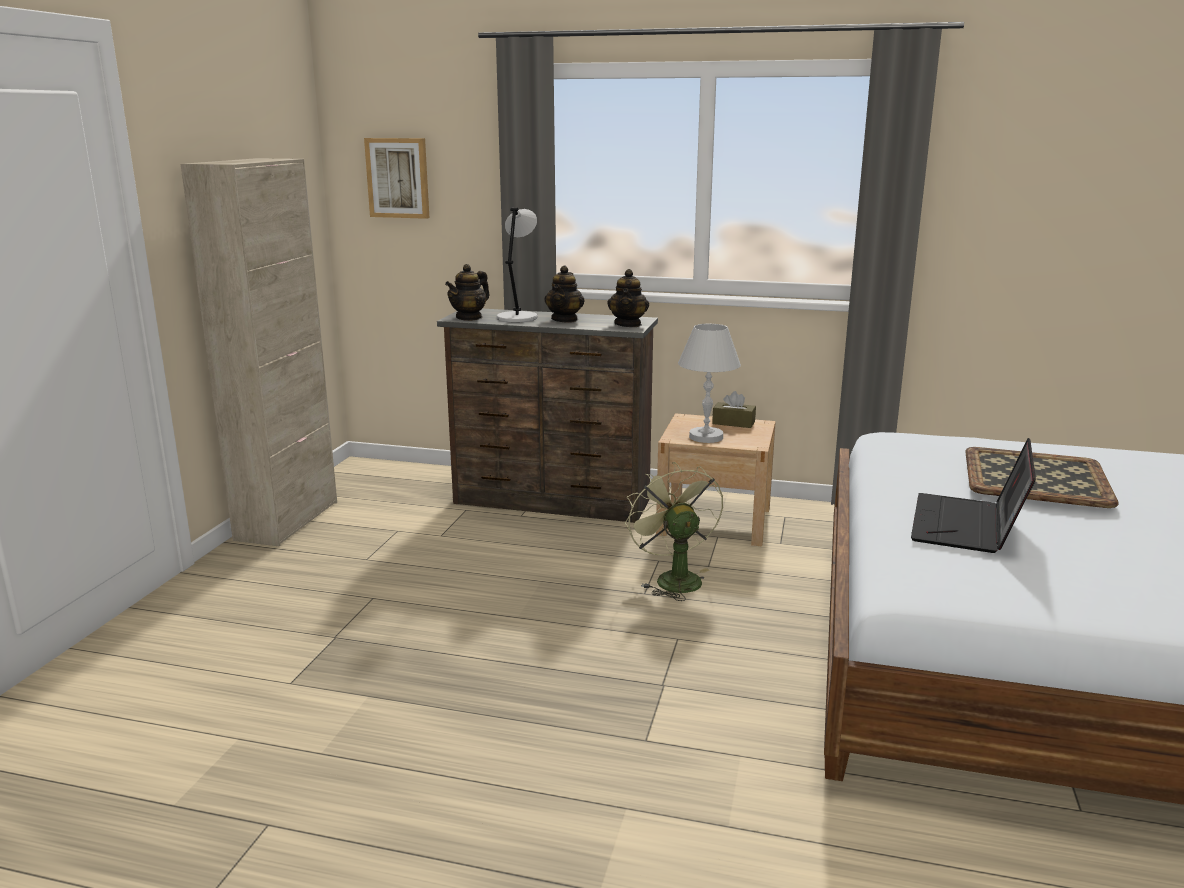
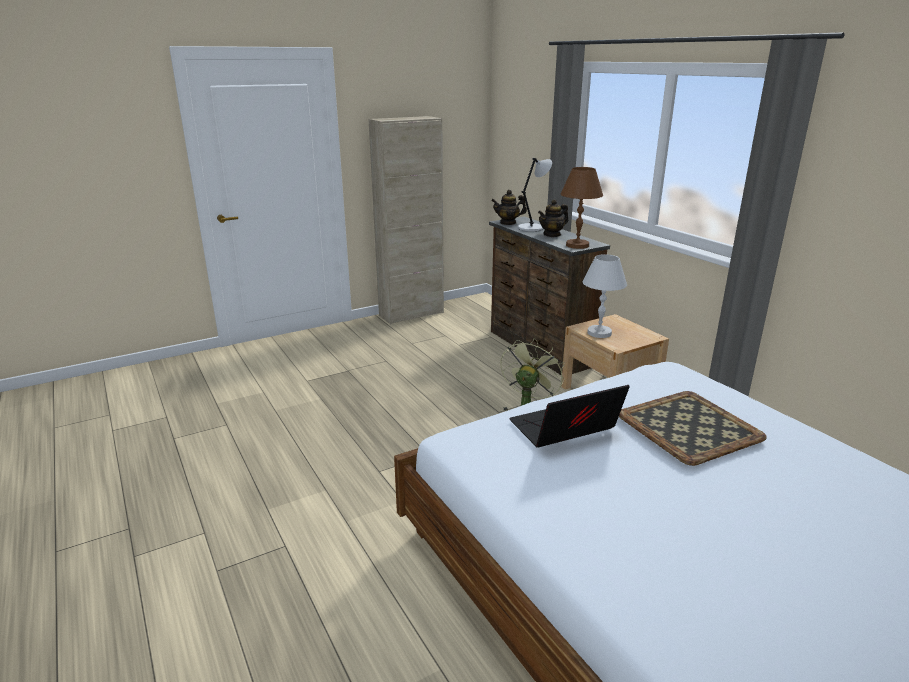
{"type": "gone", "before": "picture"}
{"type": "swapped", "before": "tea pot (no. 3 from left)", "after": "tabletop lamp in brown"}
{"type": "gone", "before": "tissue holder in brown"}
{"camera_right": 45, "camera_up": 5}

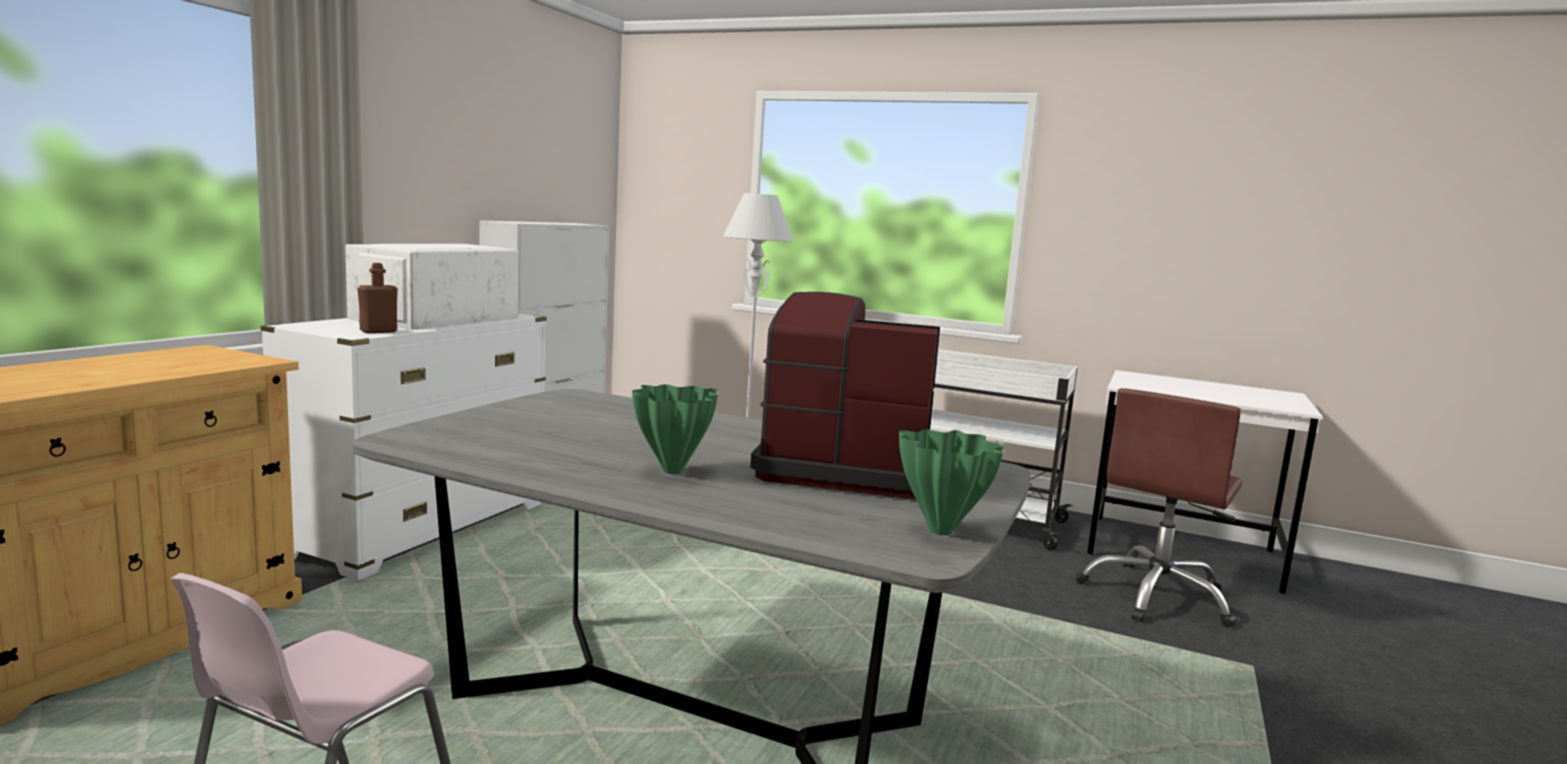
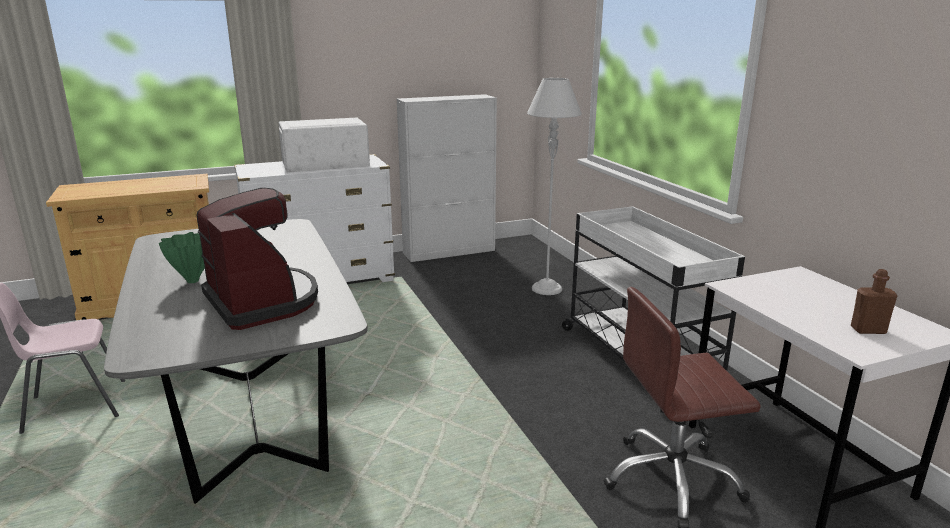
{"type": "shifted", "before": "bottle in brown"}
{"type": "gone", "before": "flower vase in green (no. 2 from left)"}
{"camera_right": 45, "camera_up": 10}

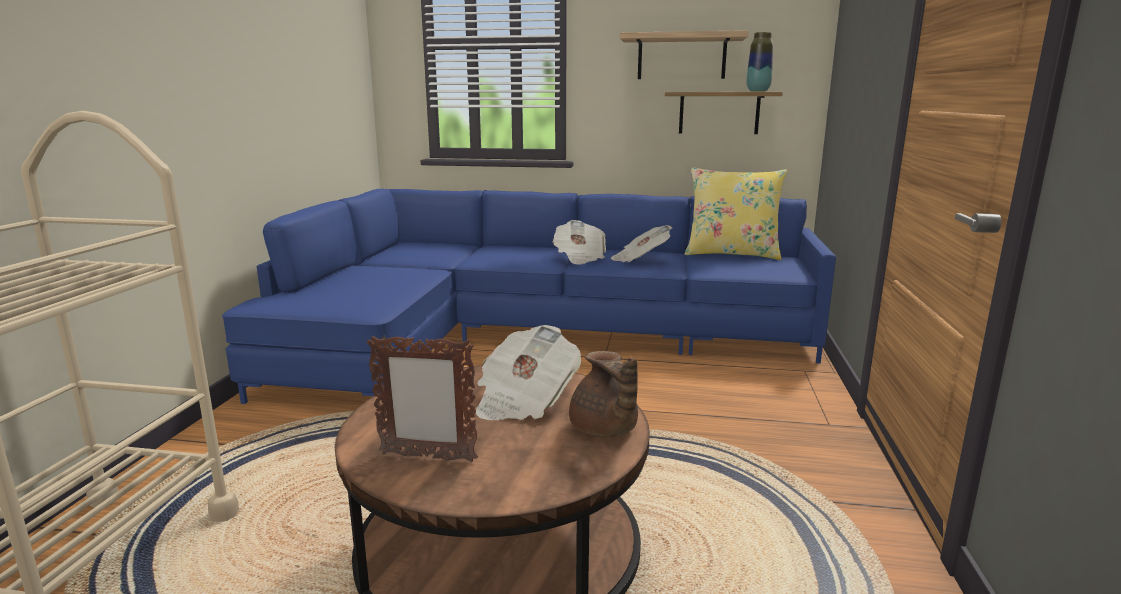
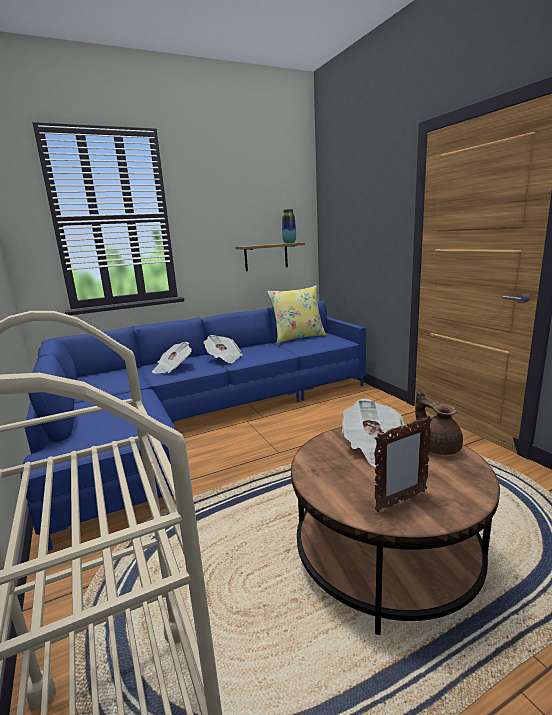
{"type": "gone", "before": "shelf (no. 1 from left)"}
{"type": "shifted", "before": "printed paper (no. 3 from left in the first image)", "after": "printed paper (no. 1 from left)"}
{"type": "rotated", "before": "tea pot in brown", "turn": -150}
{"camera_right": -35, "camera_up": 0}

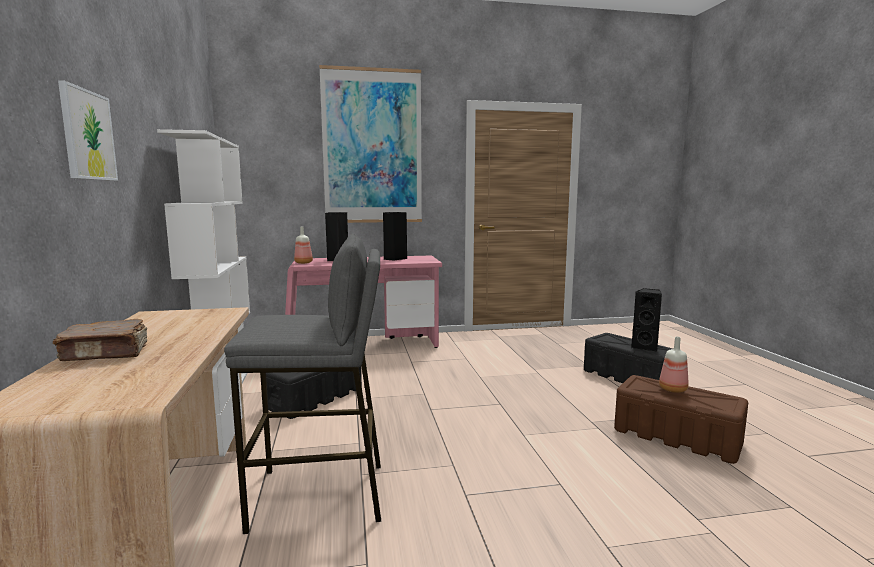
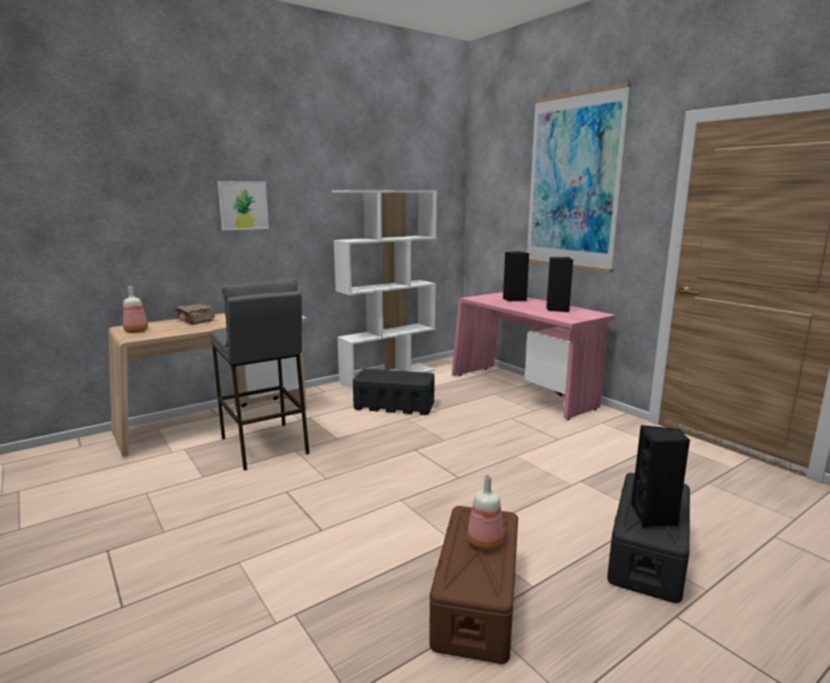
{"type": "shifted", "before": "bottle (no. 1 from left)"}
{"camera_right": 65, "camera_up": 5}

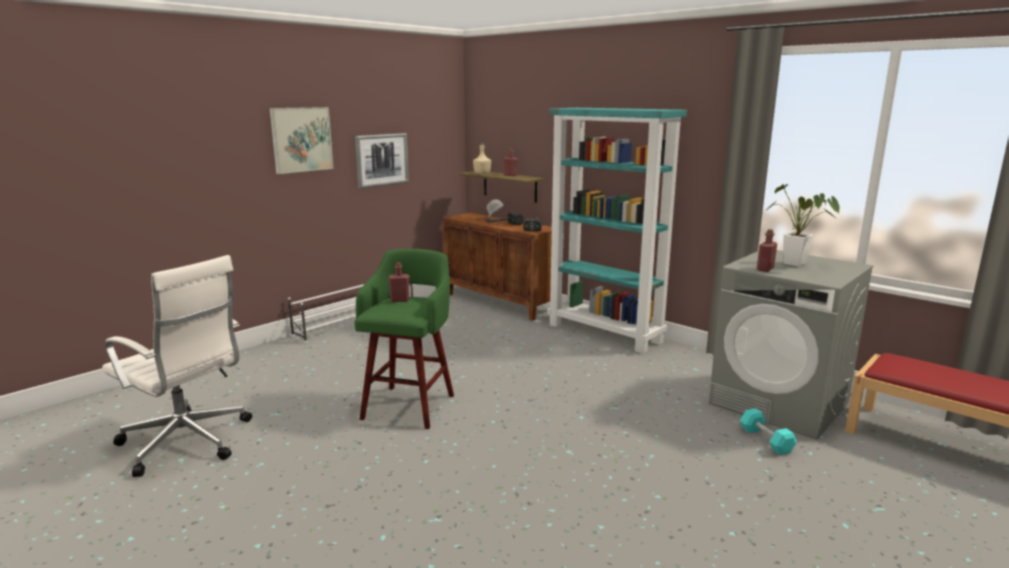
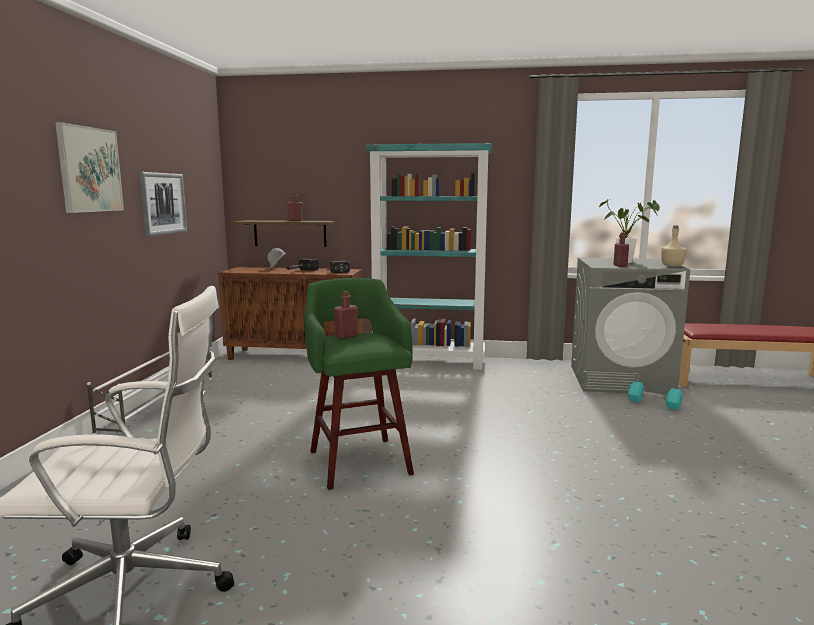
{"type": "shifted", "before": "bottle in beige"}
{"camera_right": -35, "camera_up": -5}

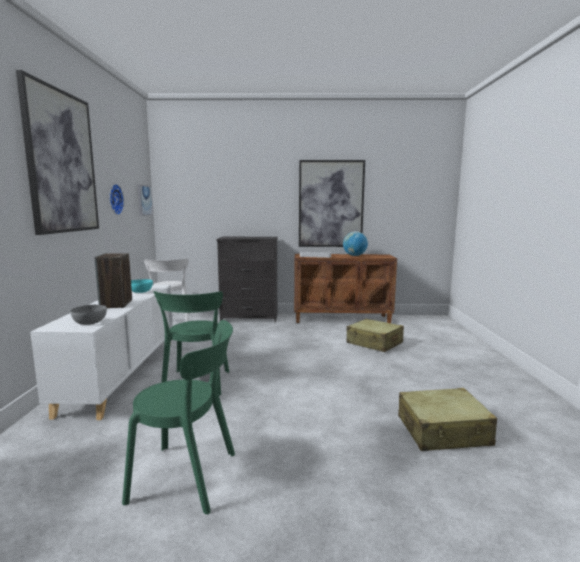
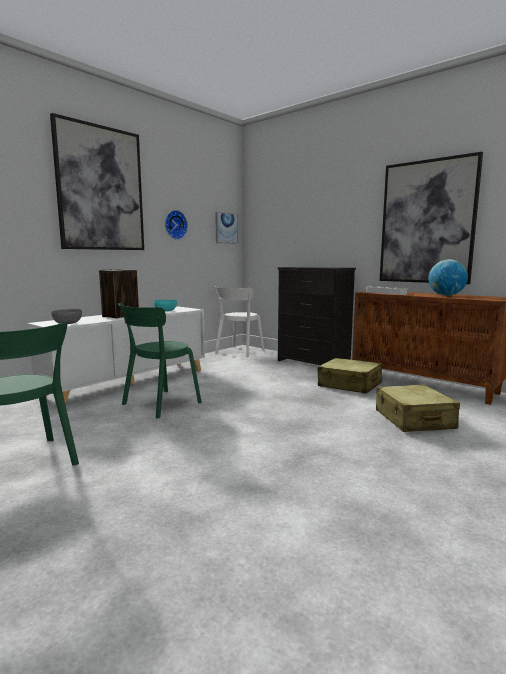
{"type": "shifted", "before": "piece of luggage in beige (no. 2 from left in the first image)", "after": "piece of luggage in beige (no. 1 from left)"}
{"camera_right": 40, "camera_up": 0}

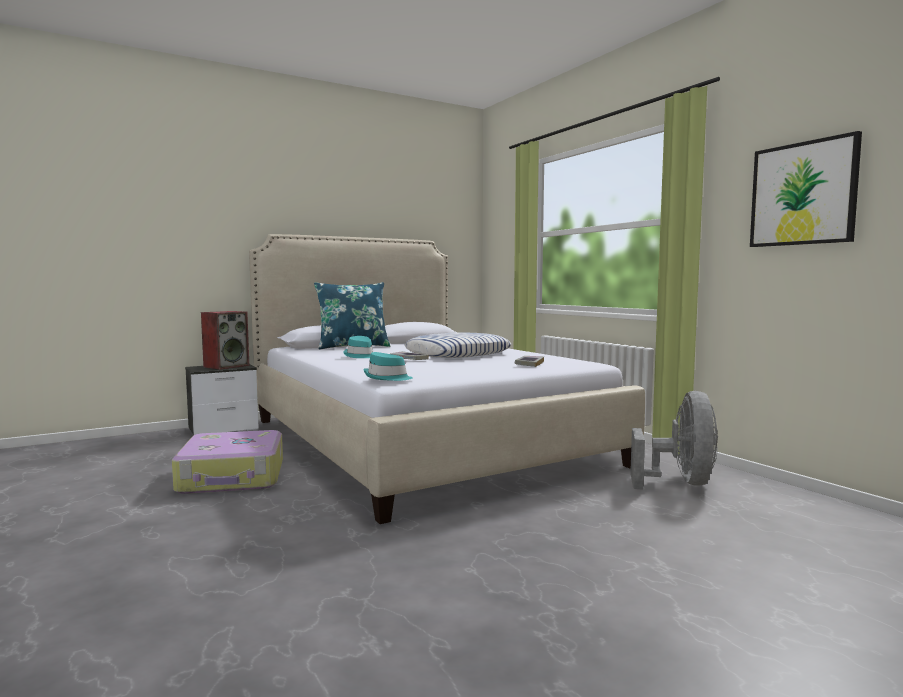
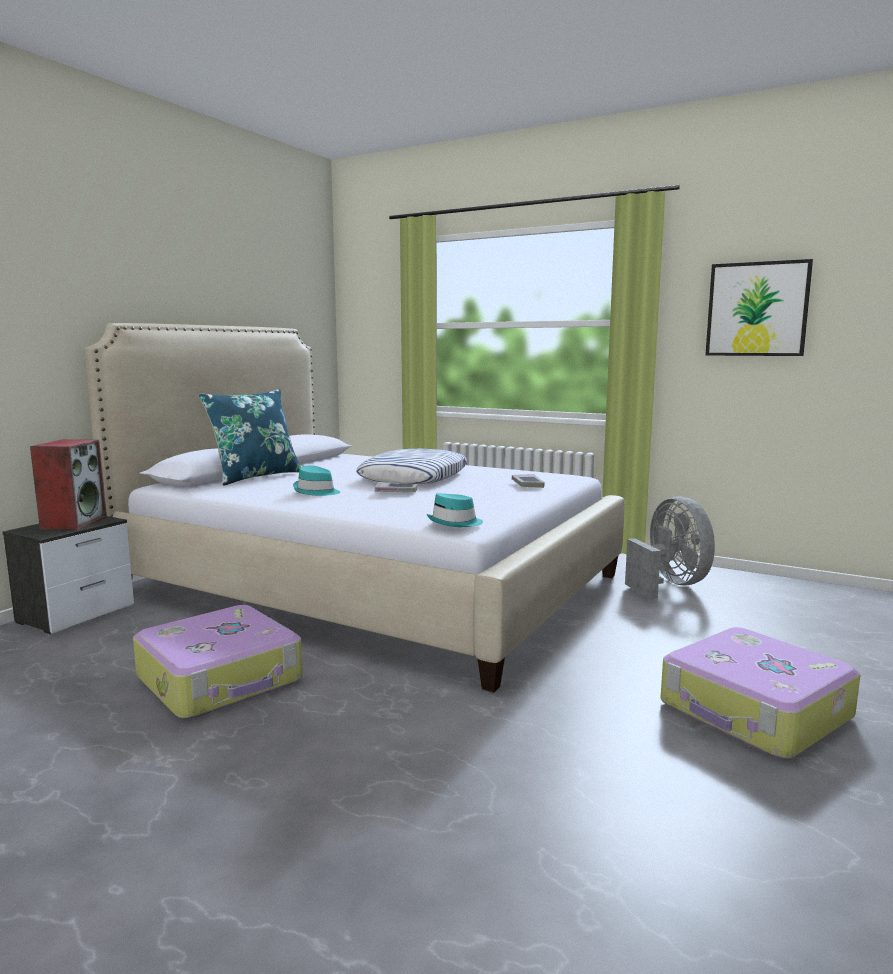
{"type": "new", "after": "piece of luggage (no. 2 from left)"}
{"camera_right": -30, "camera_up": 5}

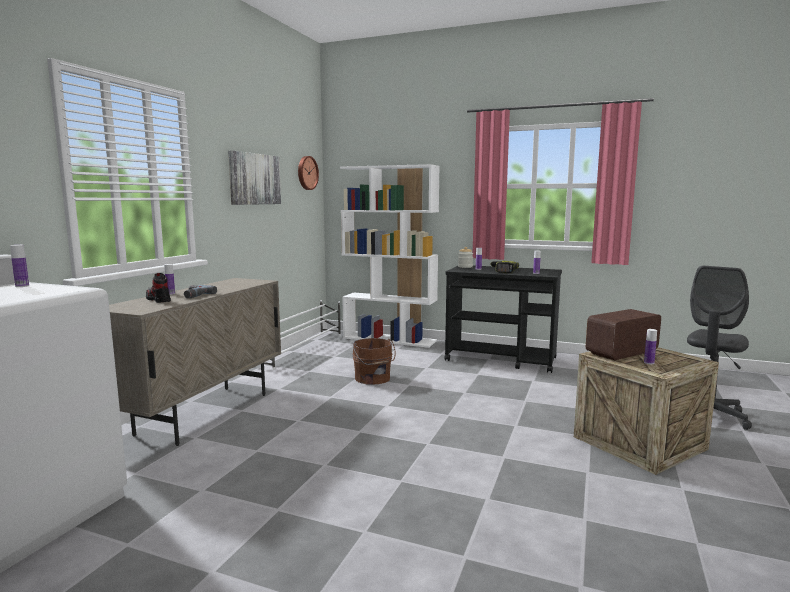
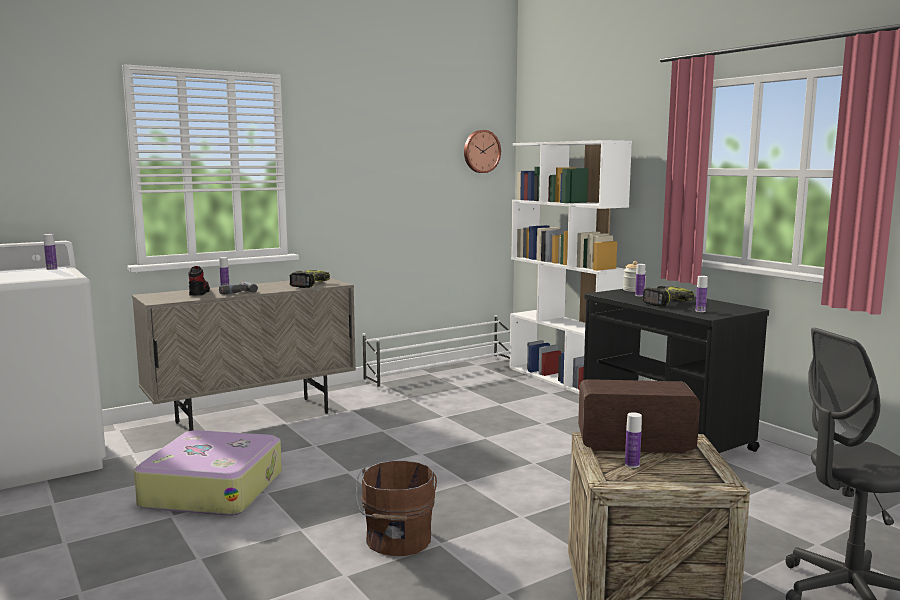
{"type": "gone", "before": "picture"}
{"type": "shifted", "before": "bucket in brown"}
{"type": "new", "after": "power drill (no. 2 from left)"}
{"type": "new", "after": "piece of luggage"}
{"camera_right": 35, "camera_up": 0}

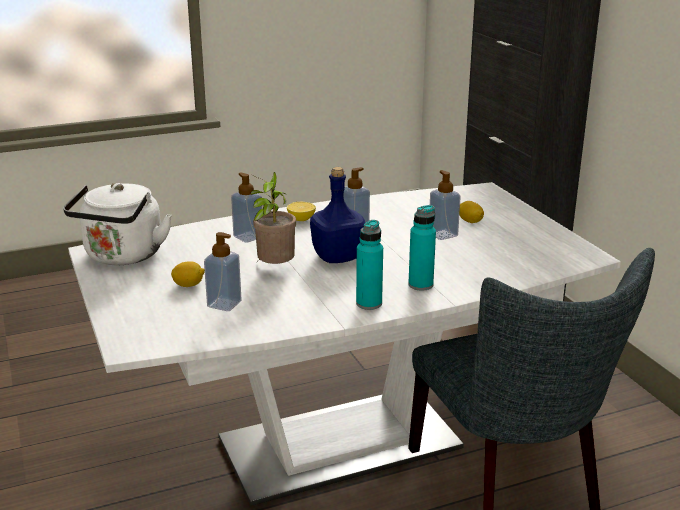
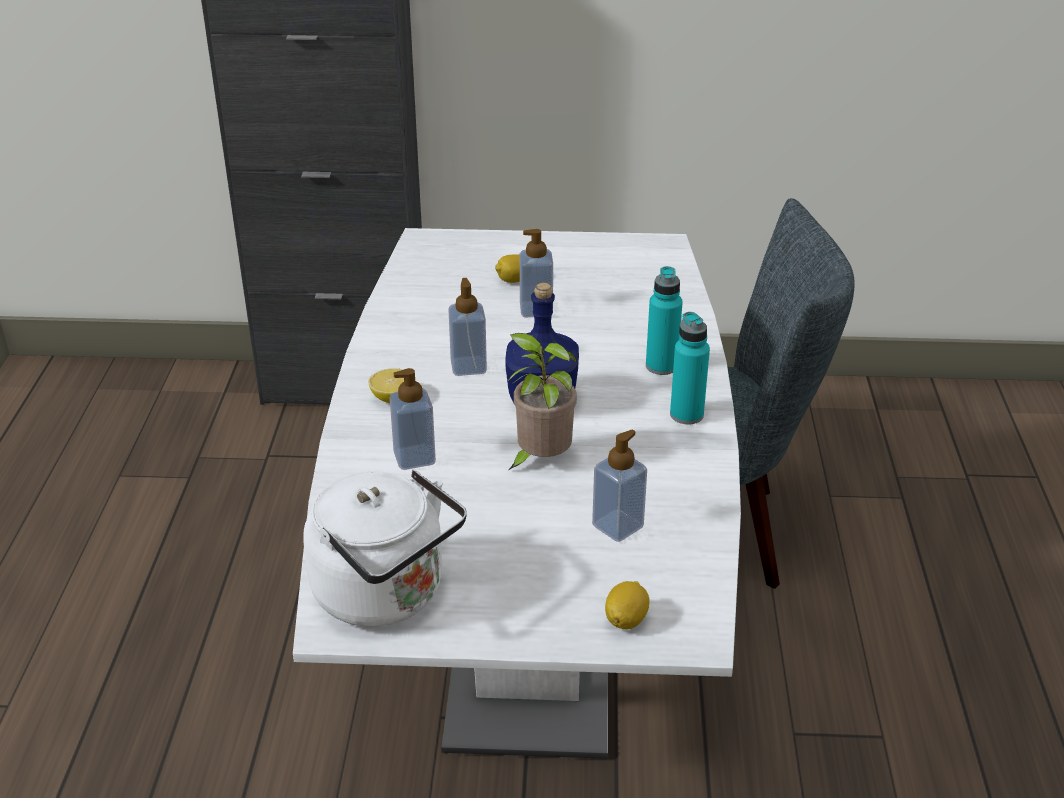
{"type": "shifted", "before": "lemon (no. 1 from left in the first image)", "after": "lemon (no. 3 from left)"}
{"camera_right": -65, "camera_up": 10}

